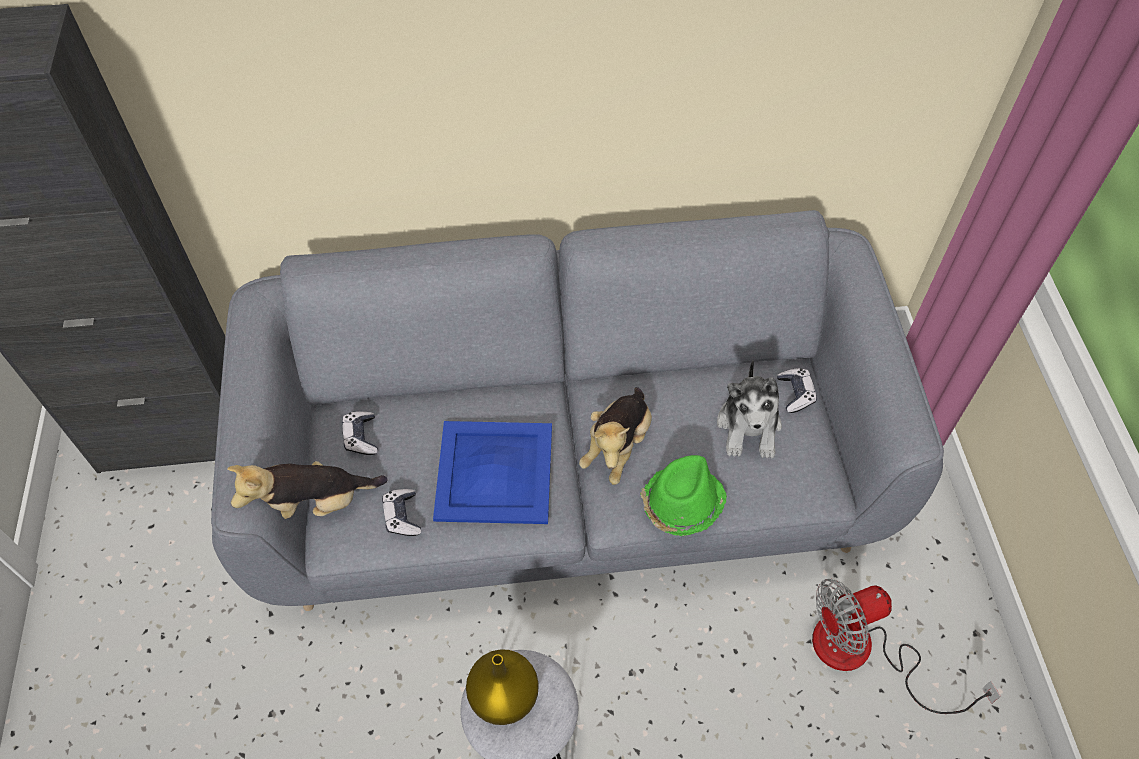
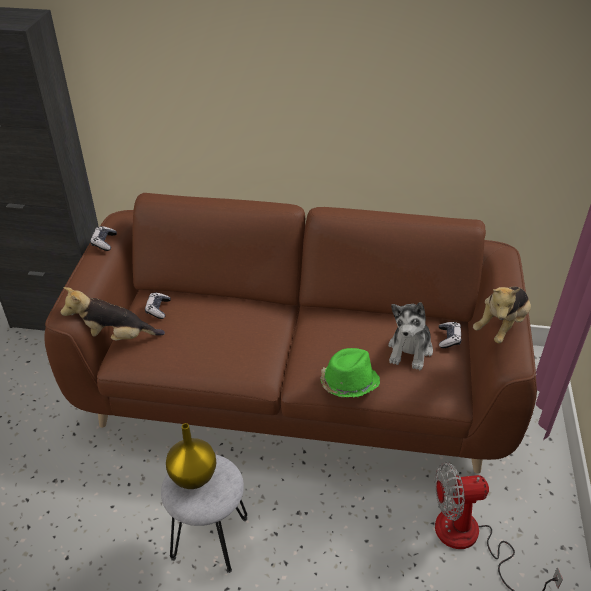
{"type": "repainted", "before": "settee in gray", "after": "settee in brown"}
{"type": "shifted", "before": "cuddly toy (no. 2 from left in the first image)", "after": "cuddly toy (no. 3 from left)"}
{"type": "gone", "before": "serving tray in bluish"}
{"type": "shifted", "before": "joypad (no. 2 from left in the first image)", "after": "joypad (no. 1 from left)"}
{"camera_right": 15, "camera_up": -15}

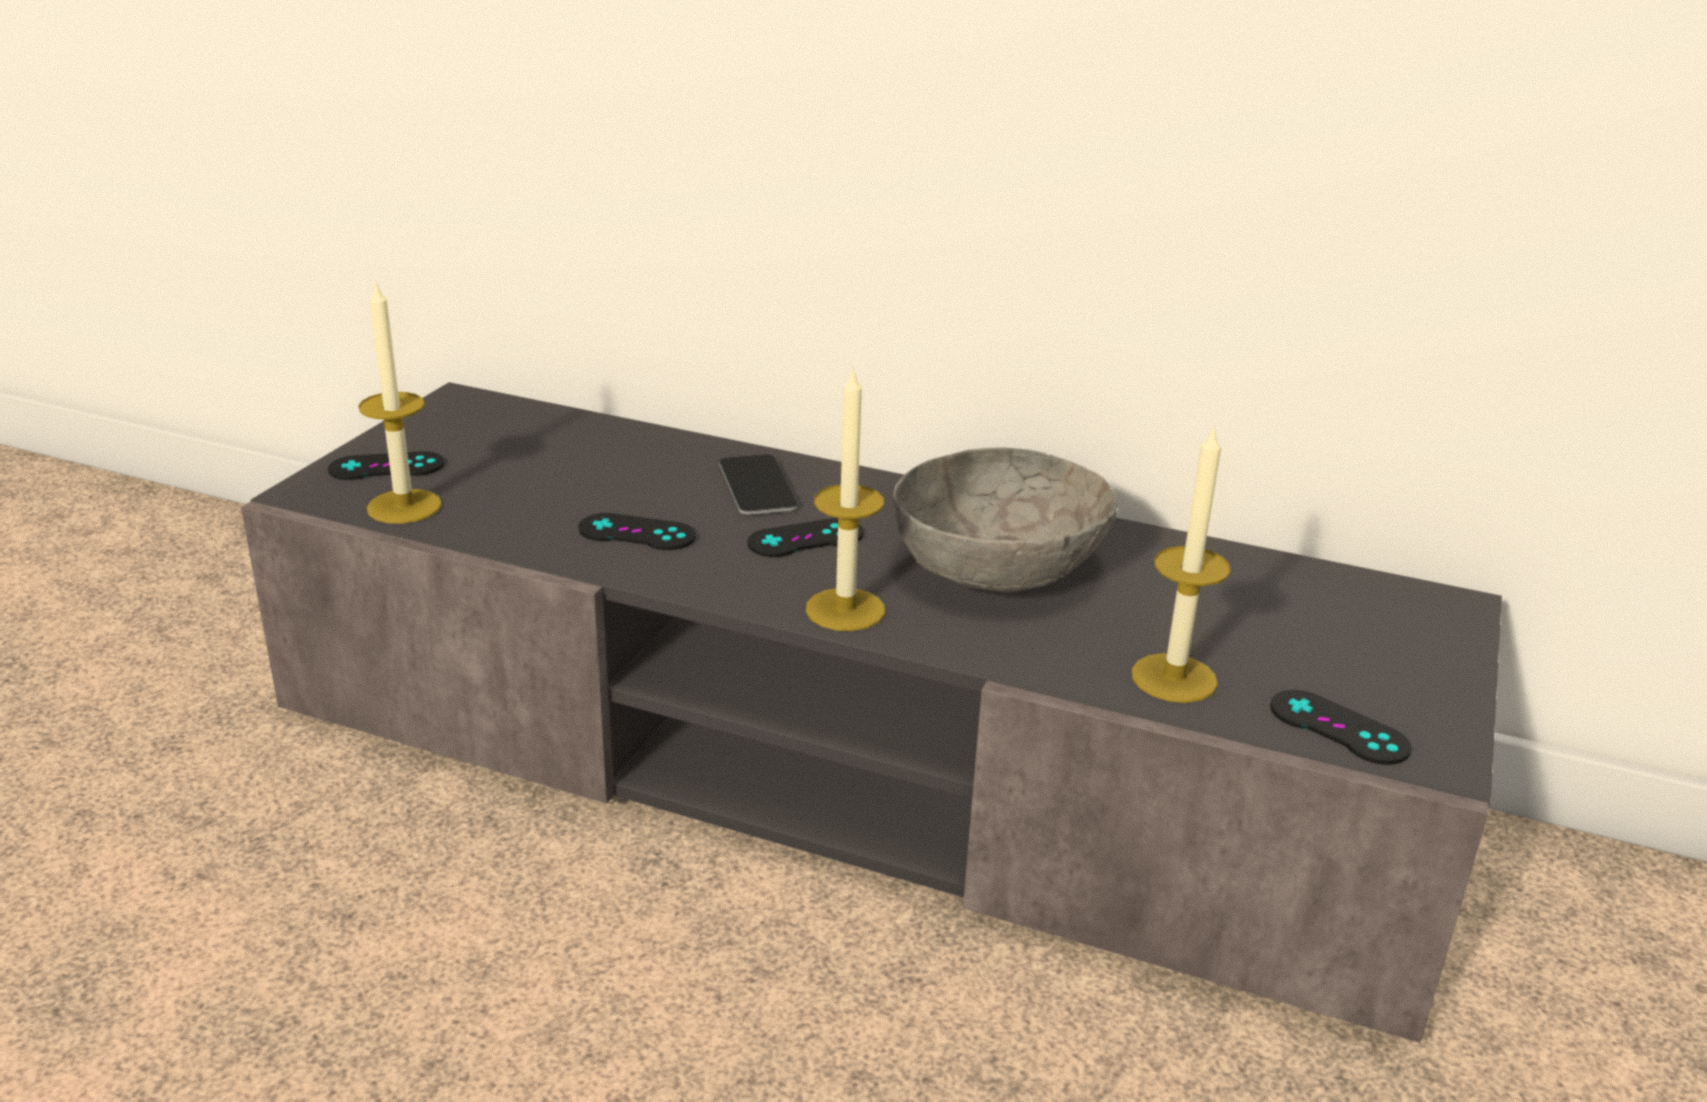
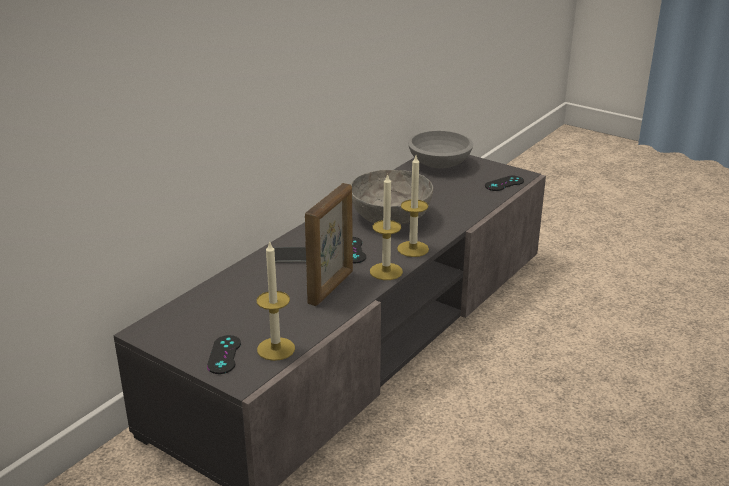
{"type": "shifted", "before": "wax candle (no. 3 from left in the first image)", "after": "wax candle (no. 2 from left)"}
{"type": "swapped", "before": "joypad in black-coloured (no. 2 from left)", "after": "picture frame"}
{"type": "new", "after": "serving bowl in gray (no. 2 from left)"}
{"camera_right": -75, "camera_up": 0}

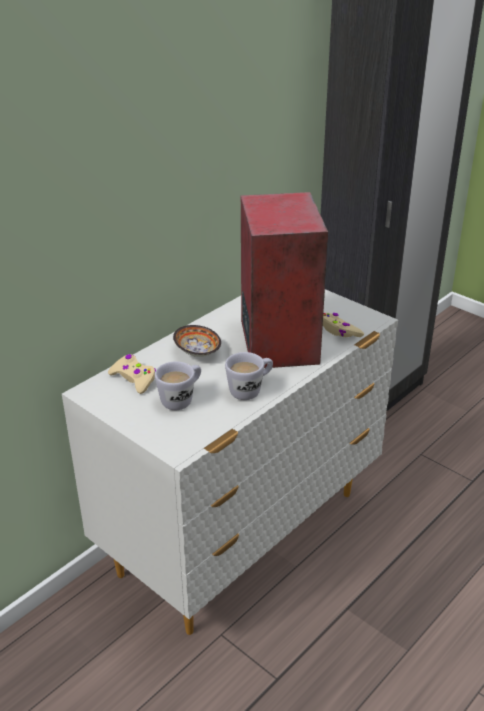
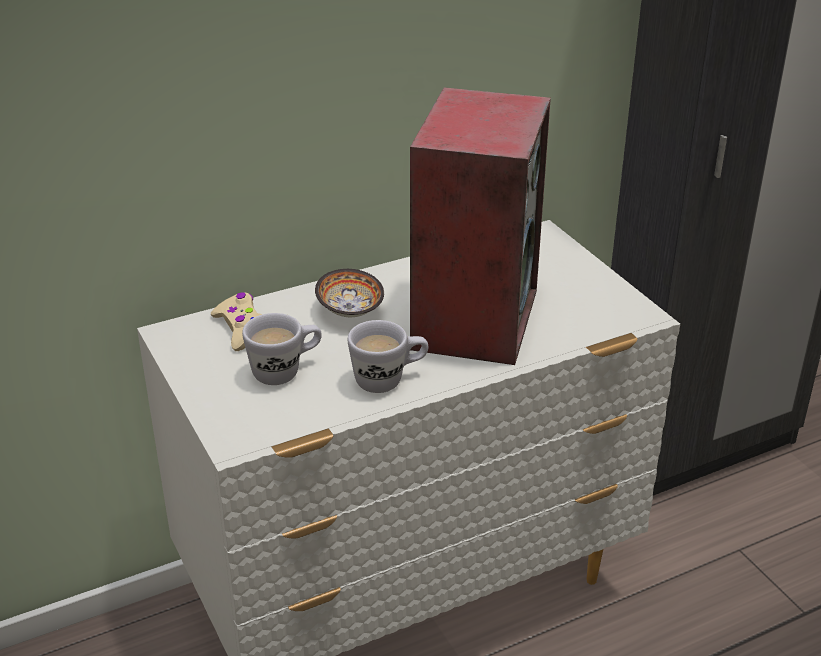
{"type": "gone", "before": "joypad in beige (no. 2 from left)"}
{"camera_right": 20, "camera_up": 0}

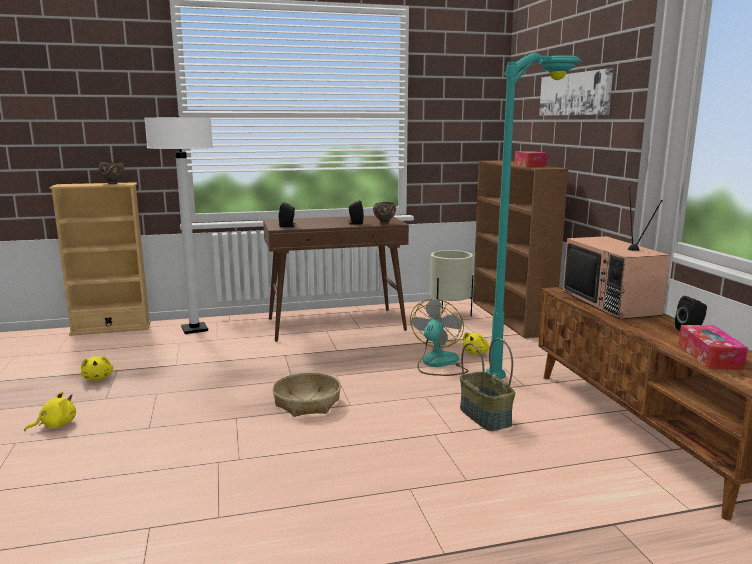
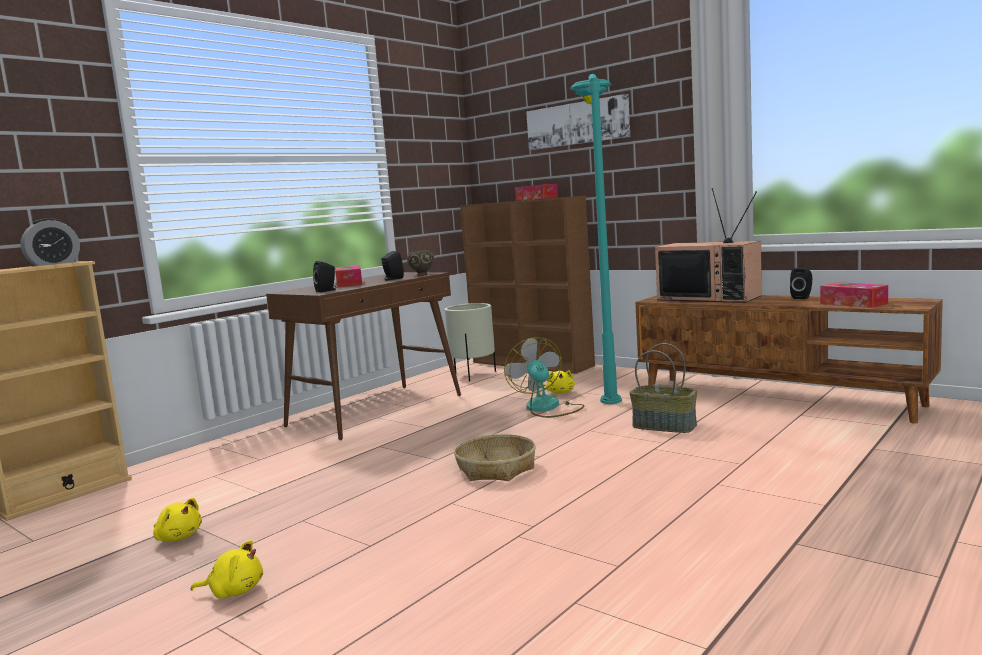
{"type": "gone", "before": "standing lamp in white-coloured"}
{"type": "swapped", "before": "serving bowl in brown (no. 1 from left)", "after": "alarm clock"}
{"type": "rotated", "before": "cuddly toy in yellow (no. 1 from left in the first image)", "turn": 75}
{"type": "new", "after": "tissue holder (no. 1 from left)"}
{"camera_right": -35, "camera_up": -5}

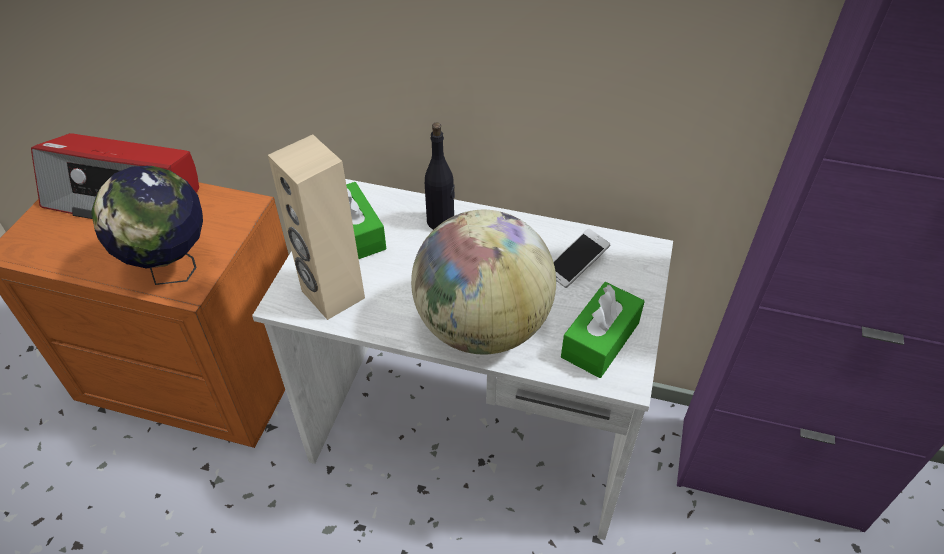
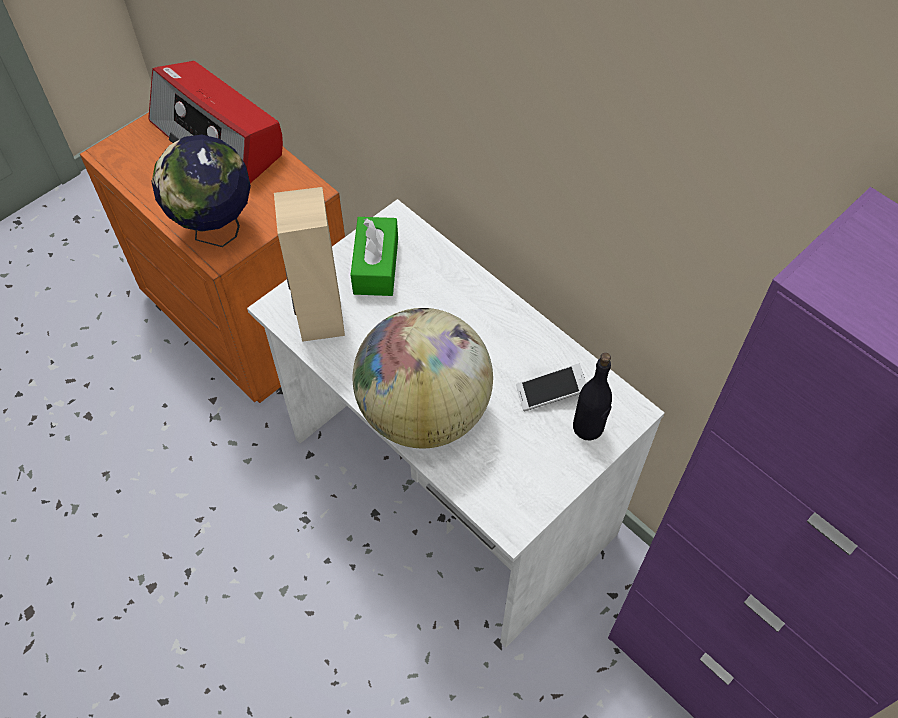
{"type": "shifted", "before": "bottle in black-coloured"}
{"type": "gone", "before": "tissue holder in green (no. 2 from left)"}
{"camera_right": 30, "camera_up": 10}

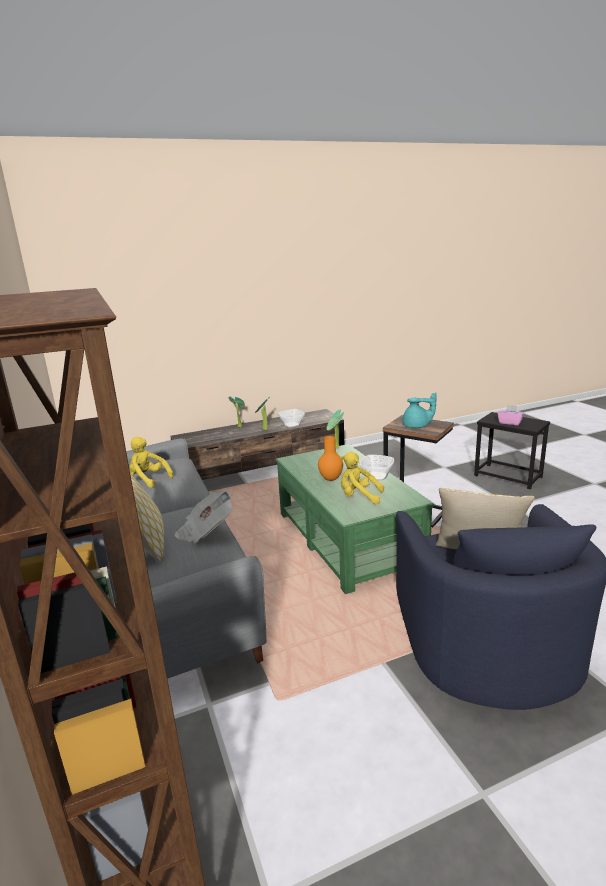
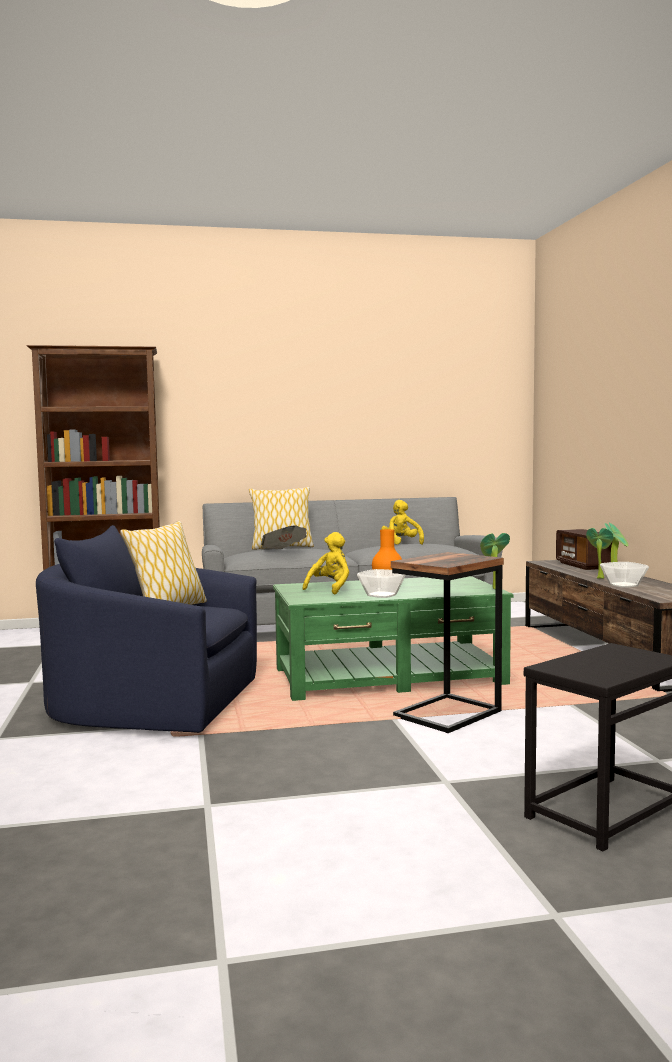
{"type": "gone", "before": "tea pot in turquoise"}
{"type": "gone", "before": "tissue holder in pink"}
{"type": "rotated", "before": "cuddly toy in yellow (no. 1 from left in the first image)", "turn": -60}
{"type": "new", "after": "radio set"}
{"camera_right": 100, "camera_up": -15}

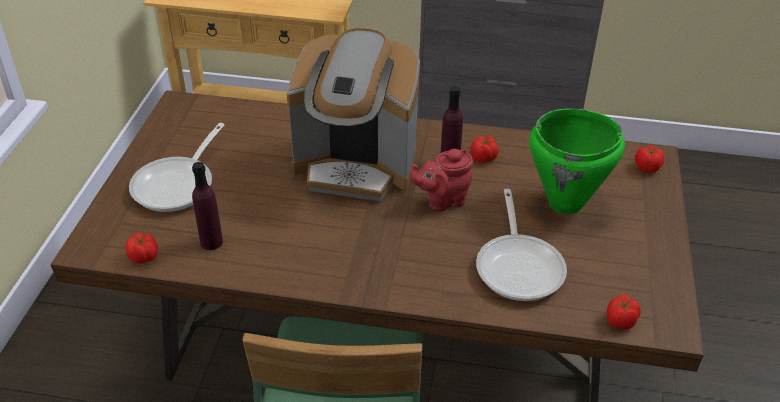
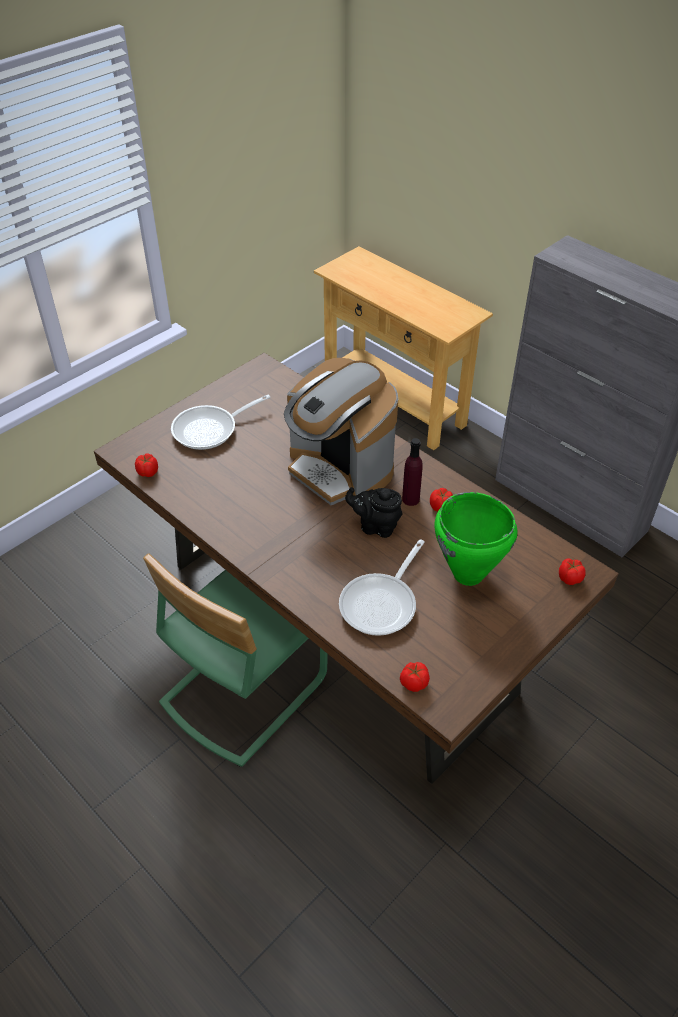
{"type": "repainted", "before": "tea pot in red", "after": "tea pot in black-coloured"}
{"type": "gone", "before": "bottle in purple-coloured (no. 1 from left)"}
{"camera_right": 35, "camera_up": 5}

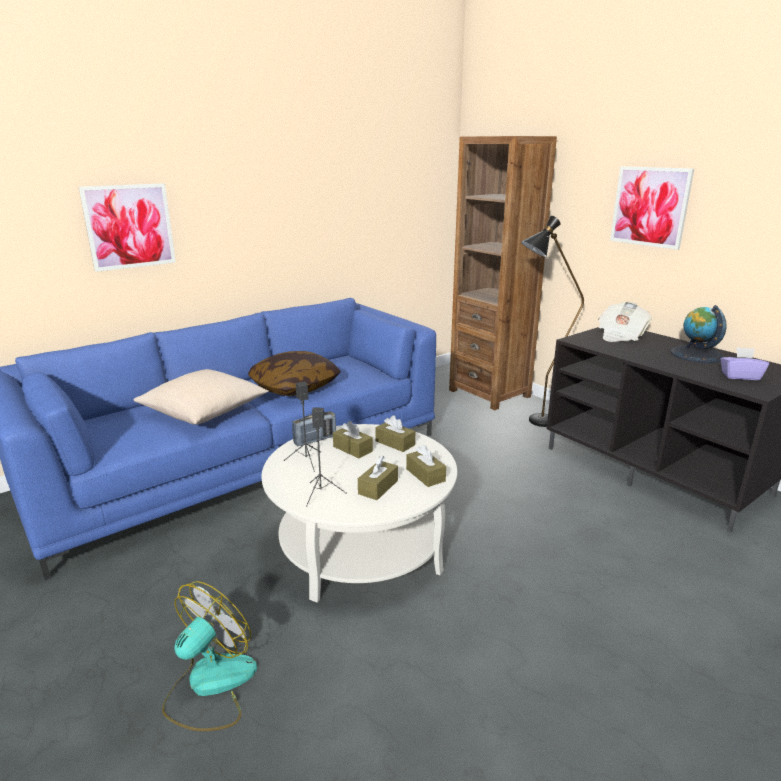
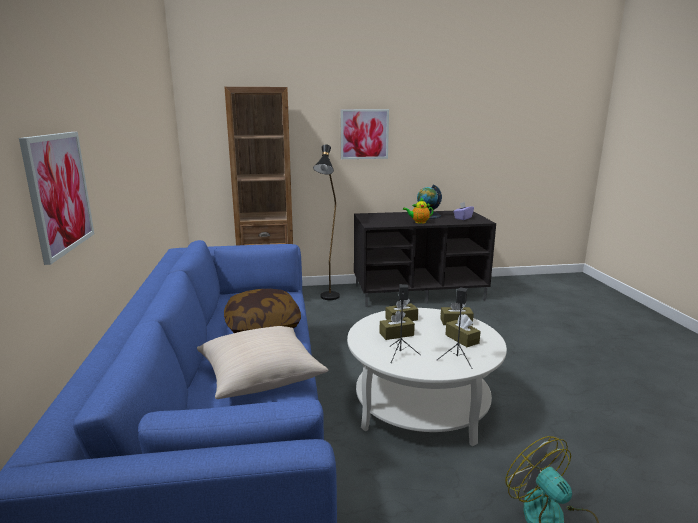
{"type": "gone", "before": "printed paper"}
{"type": "gone", "before": "radio set"}
{"type": "new", "after": "tea pot"}
{"camera_right": -60, "camera_up": -5}

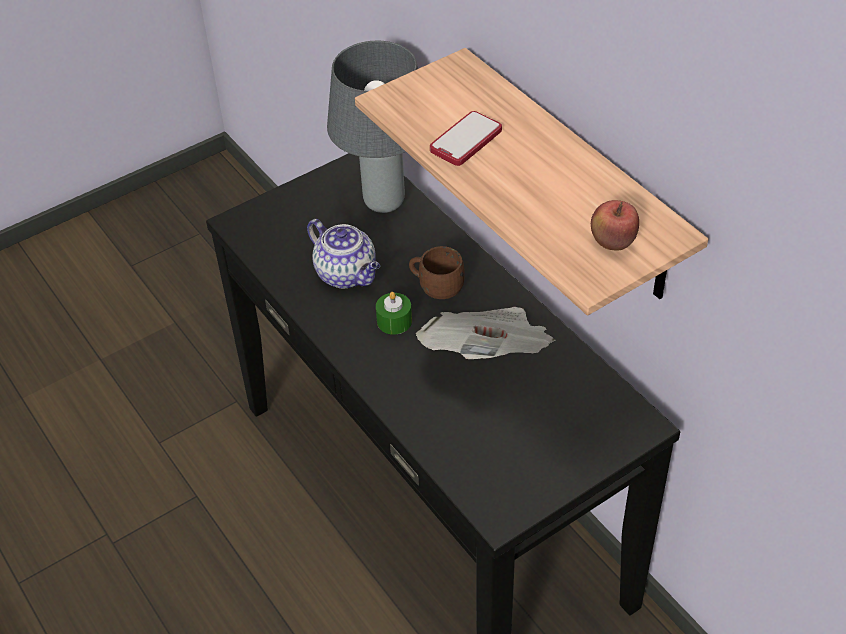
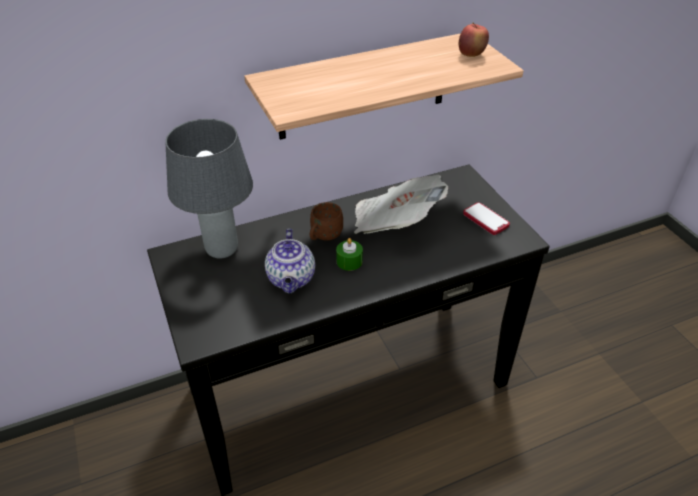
{"type": "shifted", "before": "phone"}
{"type": "rotated", "before": "tea pot", "turn": 120}
{"camera_right": -80, "camera_up": -5}

